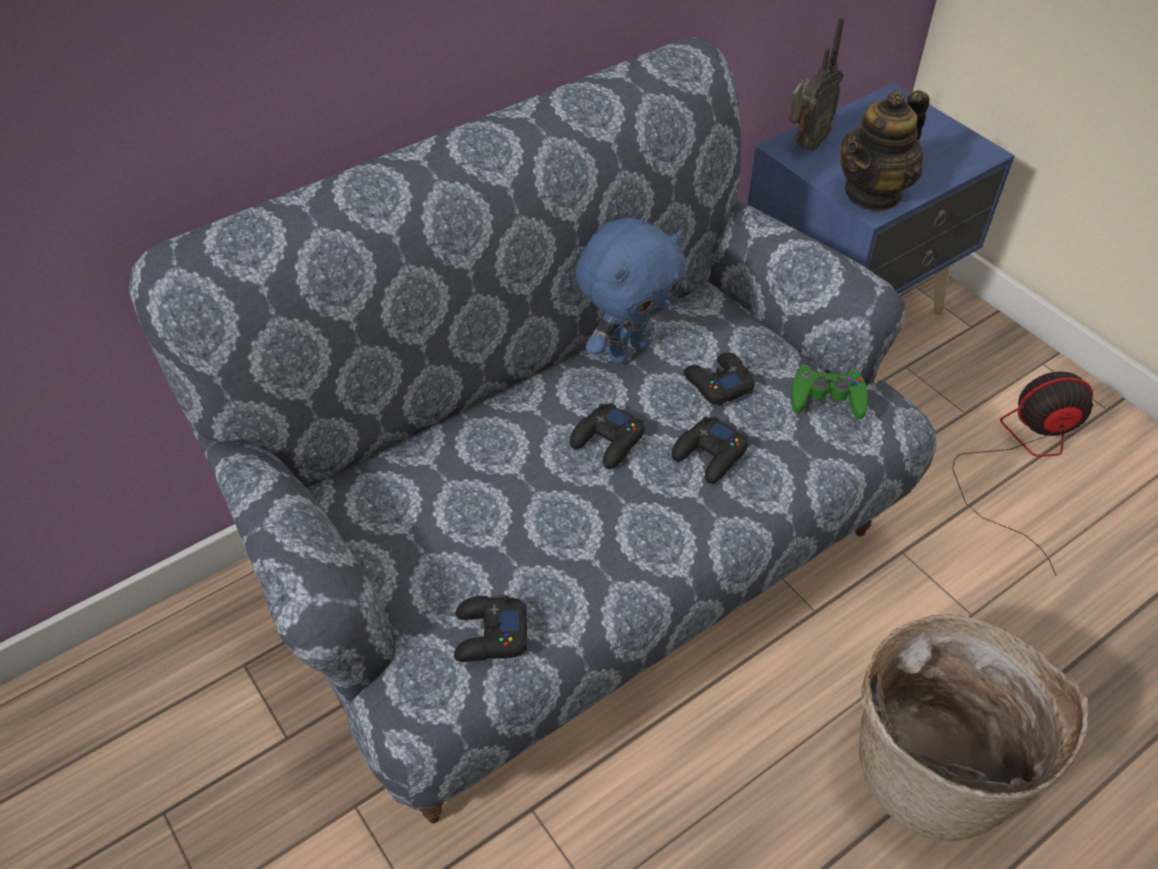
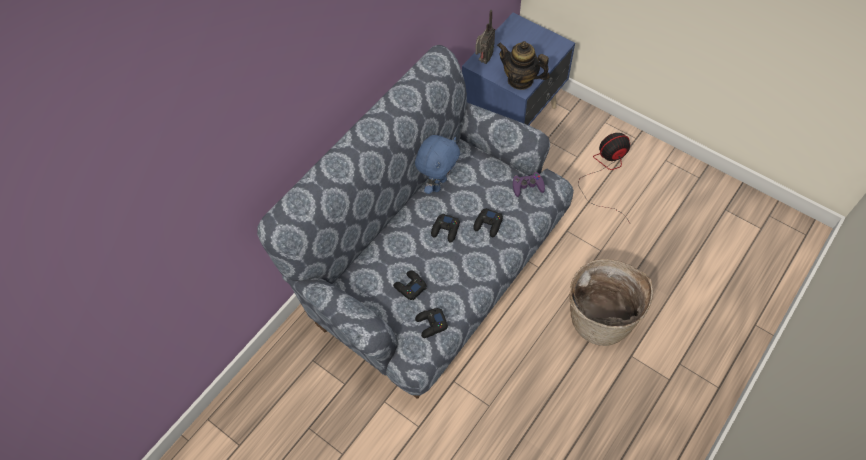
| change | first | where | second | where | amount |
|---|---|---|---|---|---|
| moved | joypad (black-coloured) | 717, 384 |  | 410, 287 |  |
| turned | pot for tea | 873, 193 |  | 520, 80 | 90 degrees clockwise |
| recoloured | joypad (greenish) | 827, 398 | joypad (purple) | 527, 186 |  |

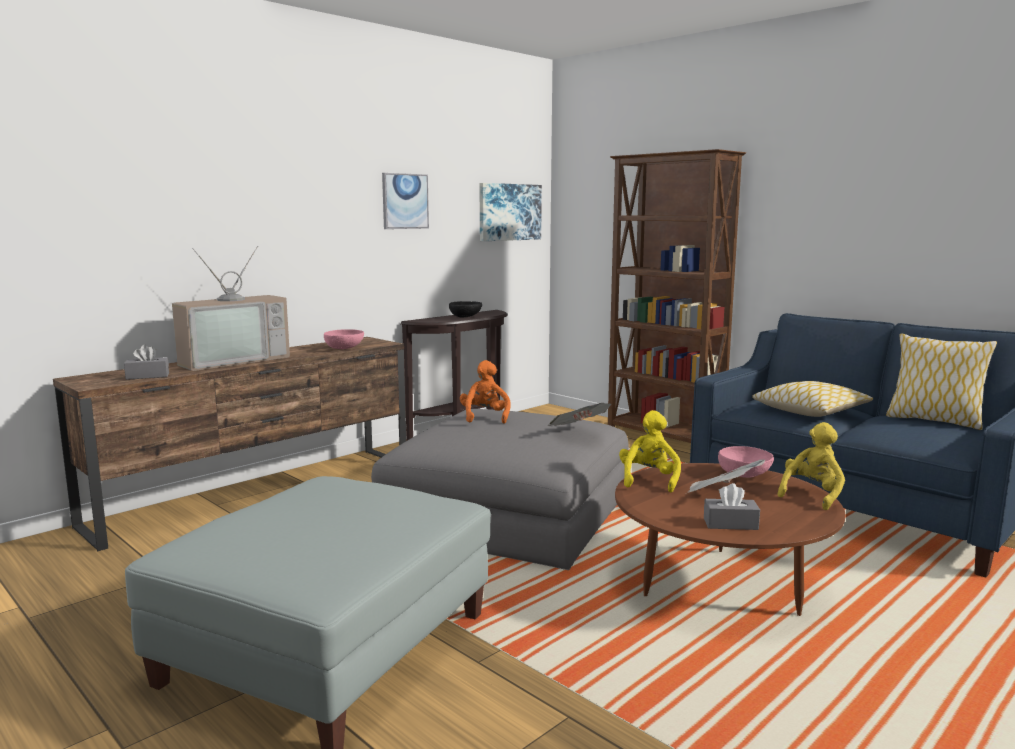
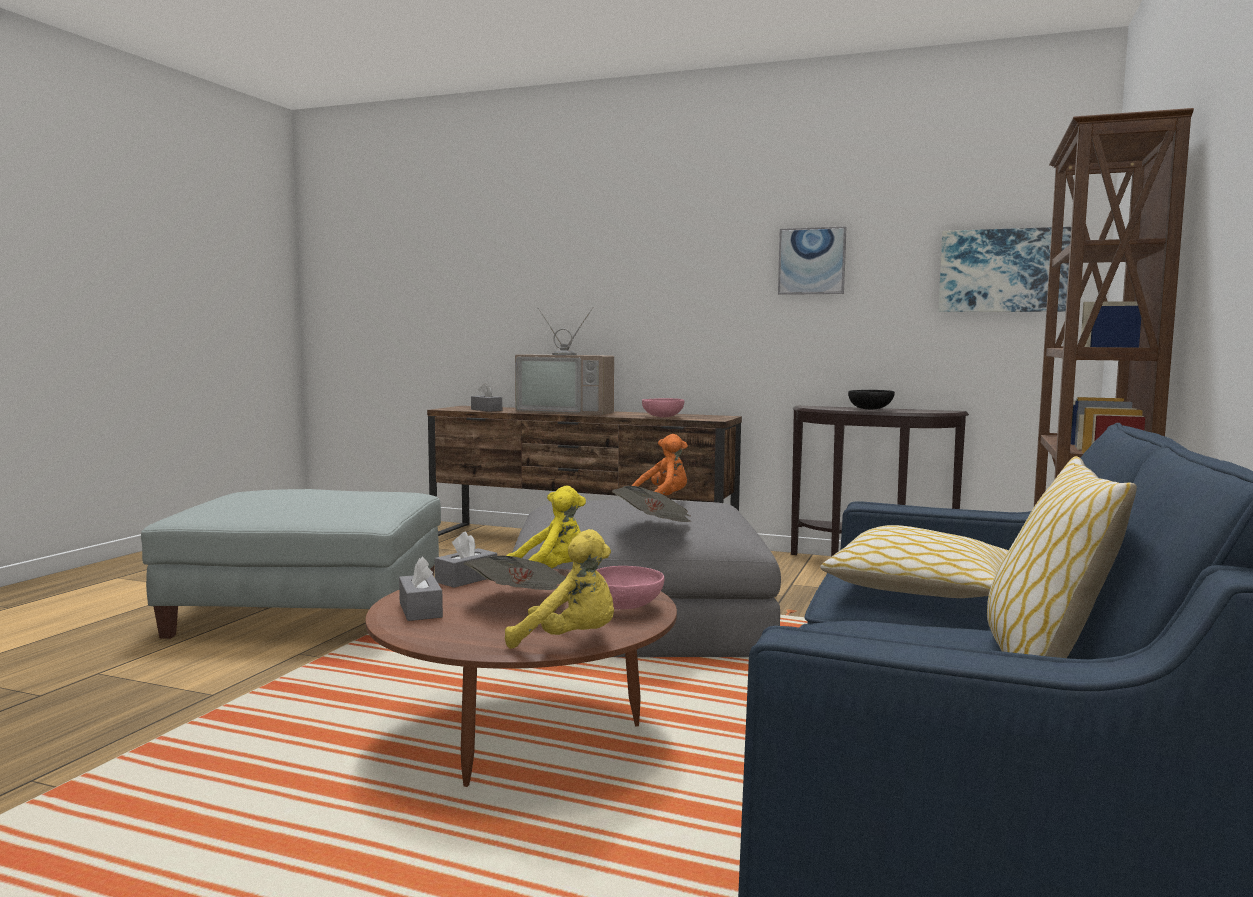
| change | first | where | second | where | amount |
|---|---|---|---|---|---|
| added |  |  | tissue box (gray) | 466, 579 |  |

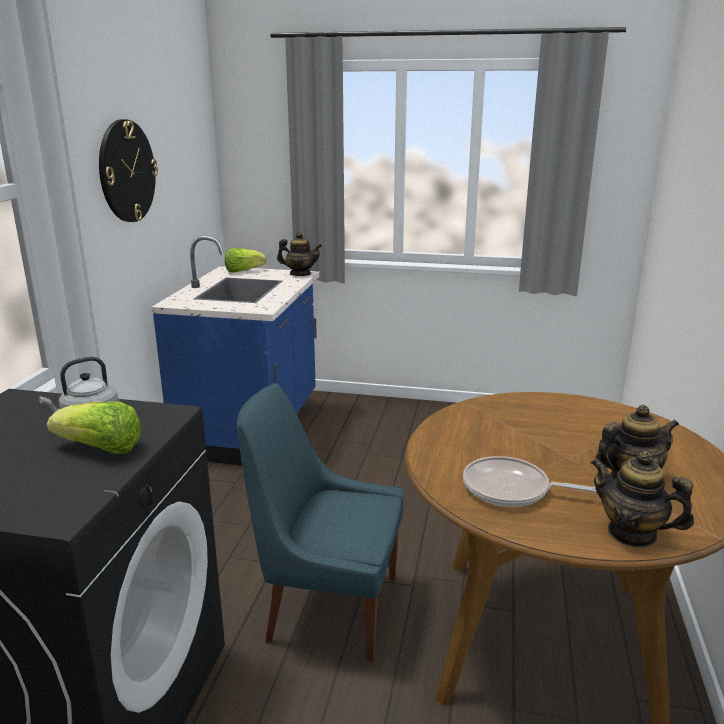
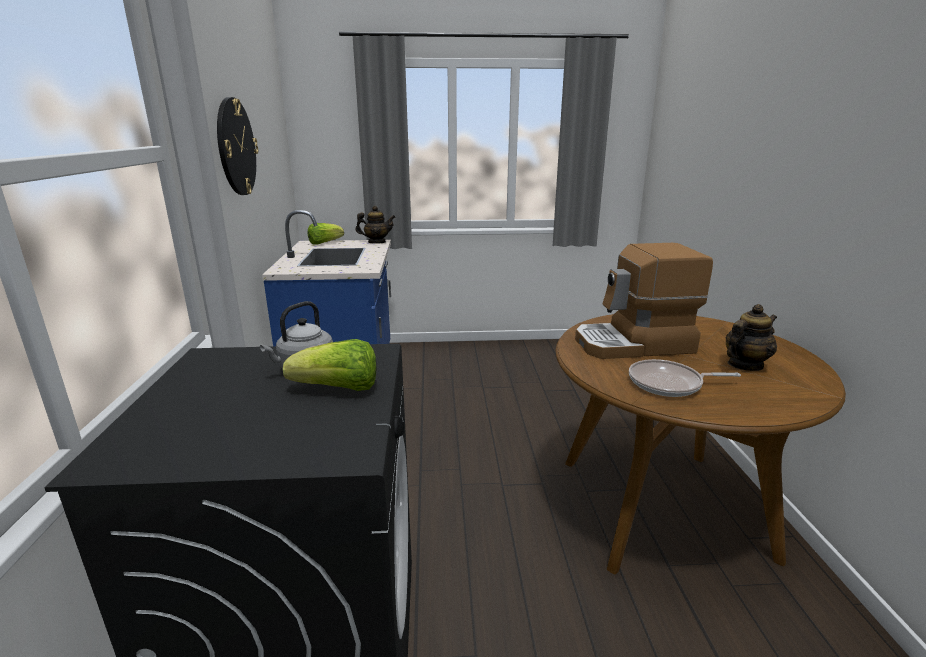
| change | first | where | second | where | amount |
|---|---|---|---|---|---|
| added |  |  | coffee maker | 634, 344 |  |
| removed | upright chair (blue-coloured) | 327, 607 |  |  |  |
| removed | pot for tea | 632, 534 |  |  |  |

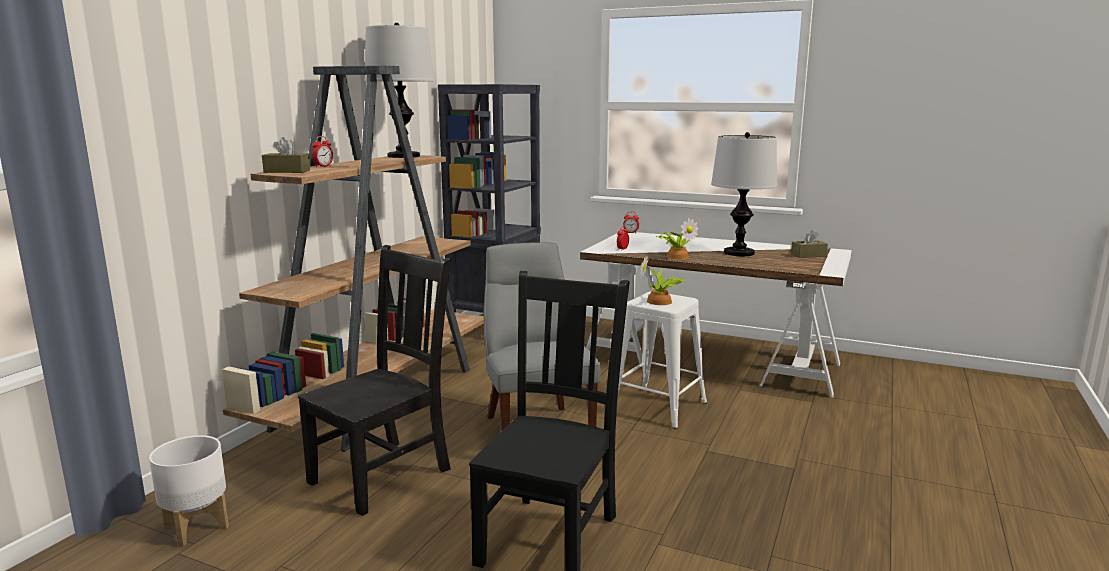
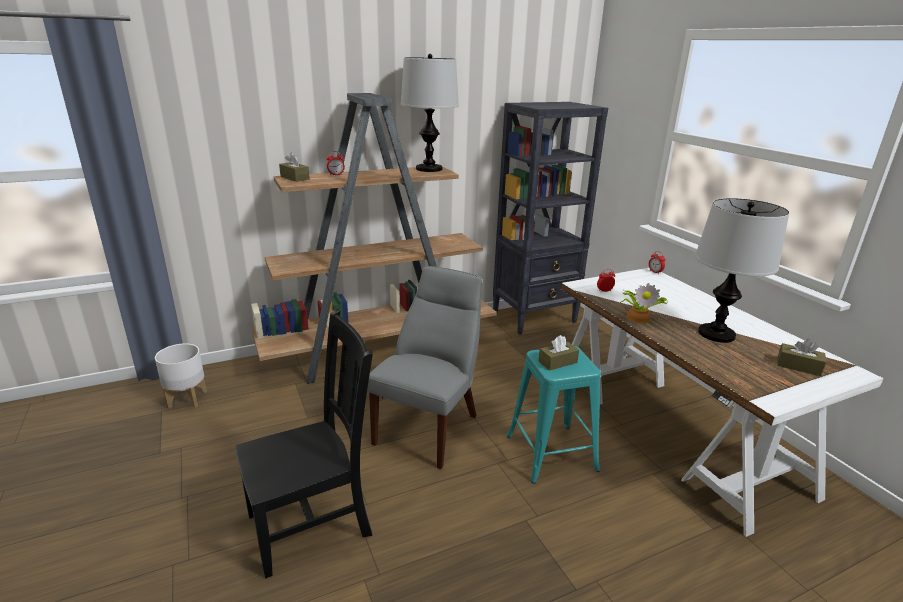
| change | first | where | second | where | amount |
|---|---|---|---|---|---|
| recoloured | stool (white) | 658, 406 | stool (blue-green) | 551, 452 |  |
| replaced | houseplant | 660, 302 | tissue box (brown) | 557, 362 |  |
| removed | upright chair (black-coloured) | 384, 474 |  |  |  |

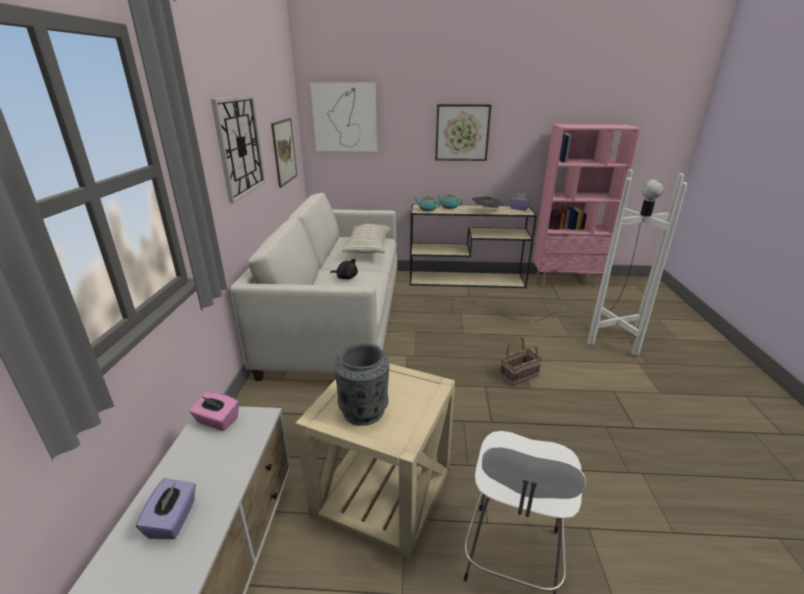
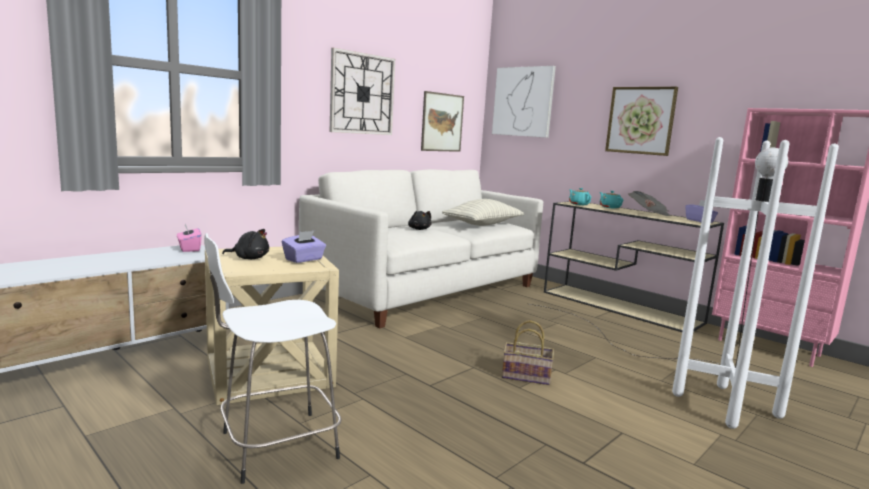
| change | first | where | second | where | amount |
|---|---|---|---|---|---|
| replaced | vase (gray) | 363, 410 | plush toy (black-coloured) | 249, 258 |  |
| moved | tissue box (purple) | 173, 519 |  | 304, 259 |  |

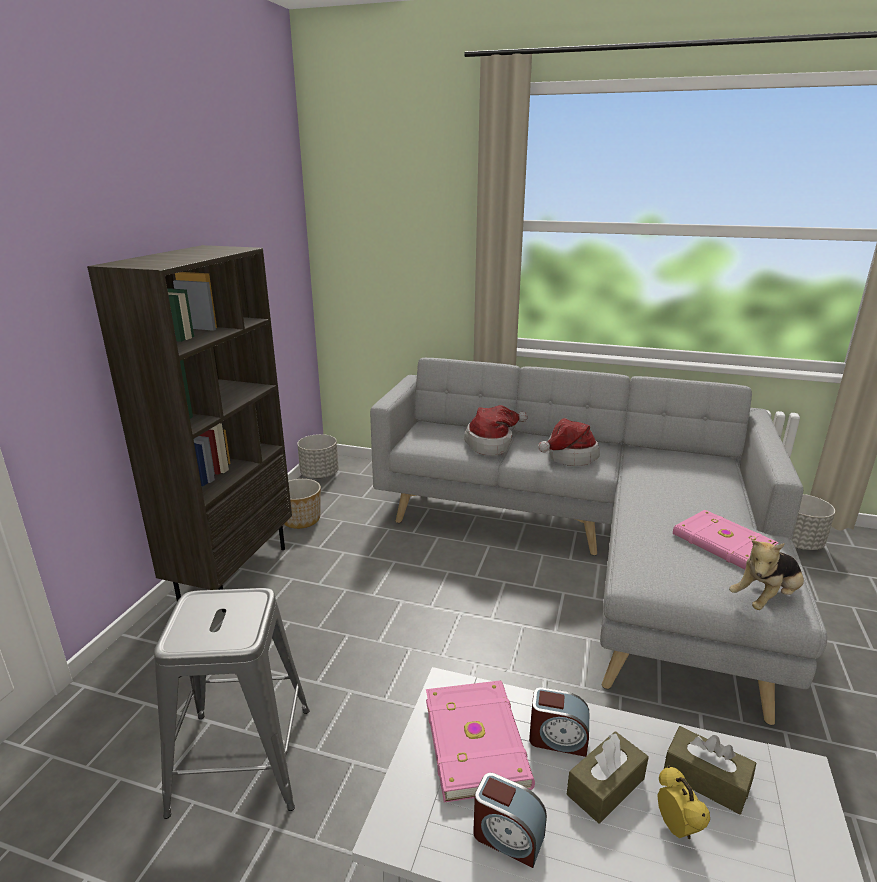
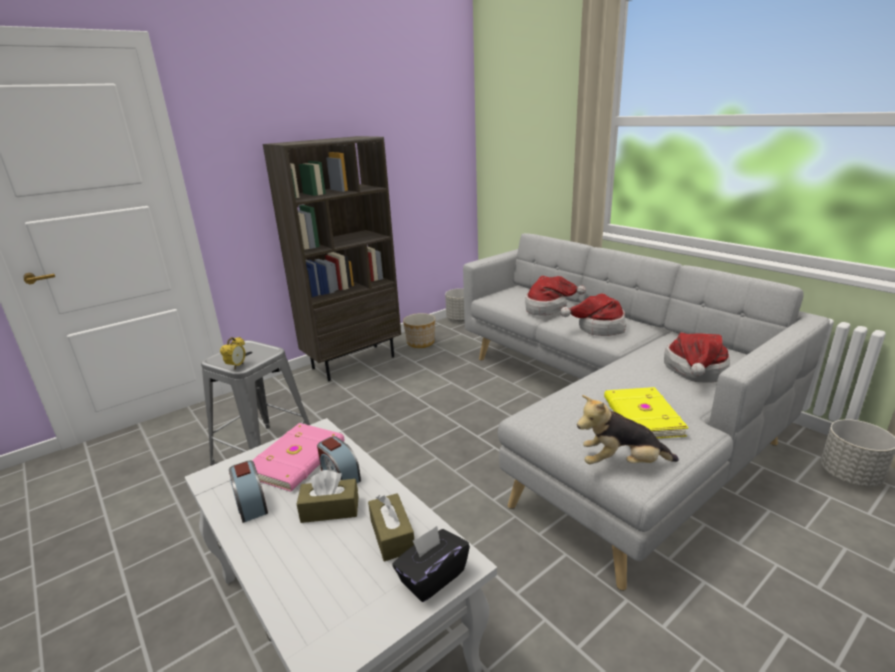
| change | first | where | second | where | amount |
|---|---|---|---|---|---|
| moved | alarm clock | 676, 828 |  | 237, 366 |  |
| added |  |  | tissue box (black-coloured) | 432, 577 |  |
| recoloured | volume (pink-coloured) | 722, 544 | volume (yellowish) | 641, 417 |  |
| added |  |  | clothing hat | 694, 372 |  |

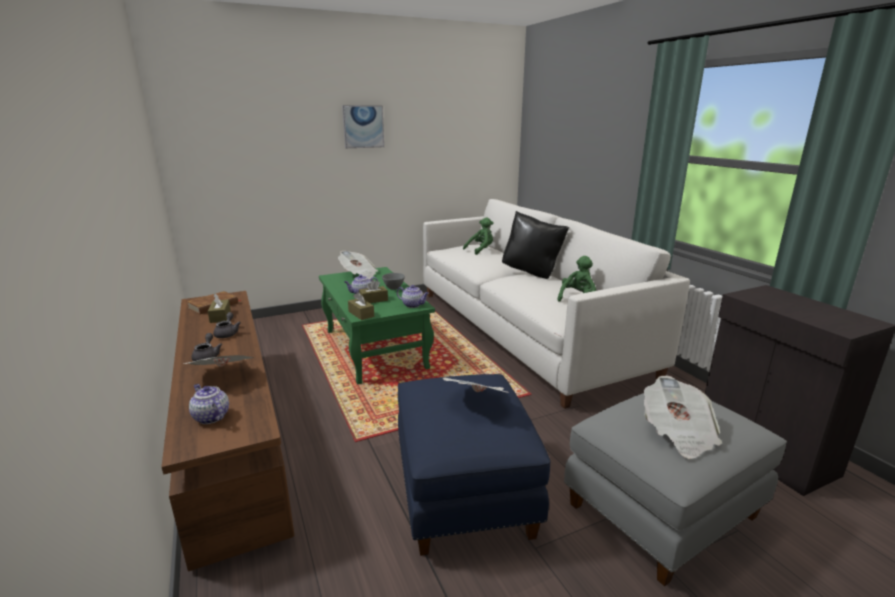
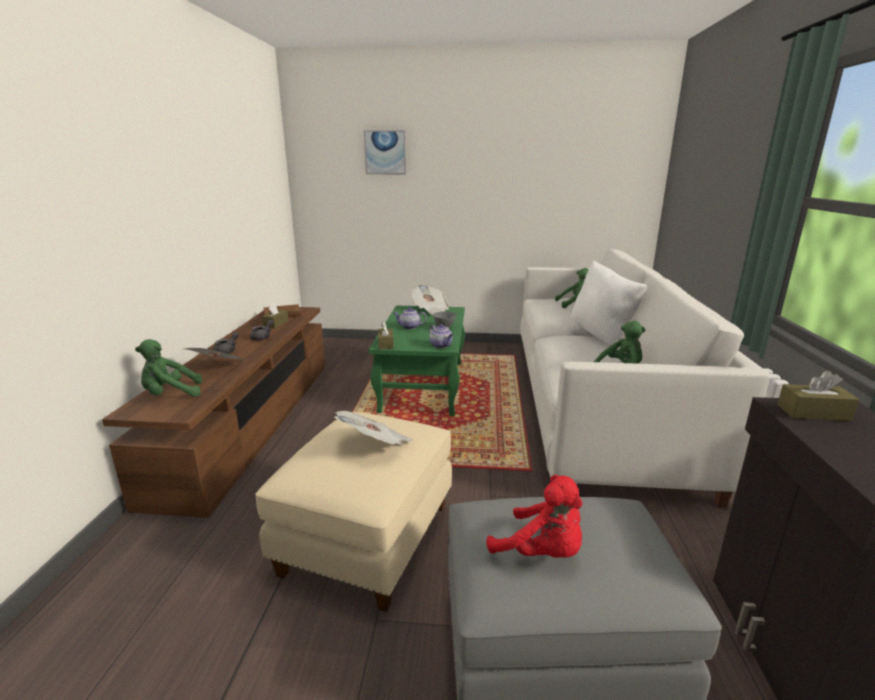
| change | first | where | second | where | amount |
|---|---|---|---|---|---|
| replaced | pot for tea | 210, 417 | plush toy (greenish) | 171, 394 |  |
| recoloured | ottoman (blue-coloured) | 462, 491 | ottoman (beige-coloured) | 366, 537 |  |
| moved | wall picture | 363, 126 |  | 385, 152 |  |
| replaced | newspaper | 678, 433 | plush toy (red) | 541, 552 |  |
| recoloured | pillow (black-coloured) | 532, 273 | pillow (white) | 601, 336 |  |
| moved | tissue box (brown) | 373, 300 |  | 813, 413 |  |

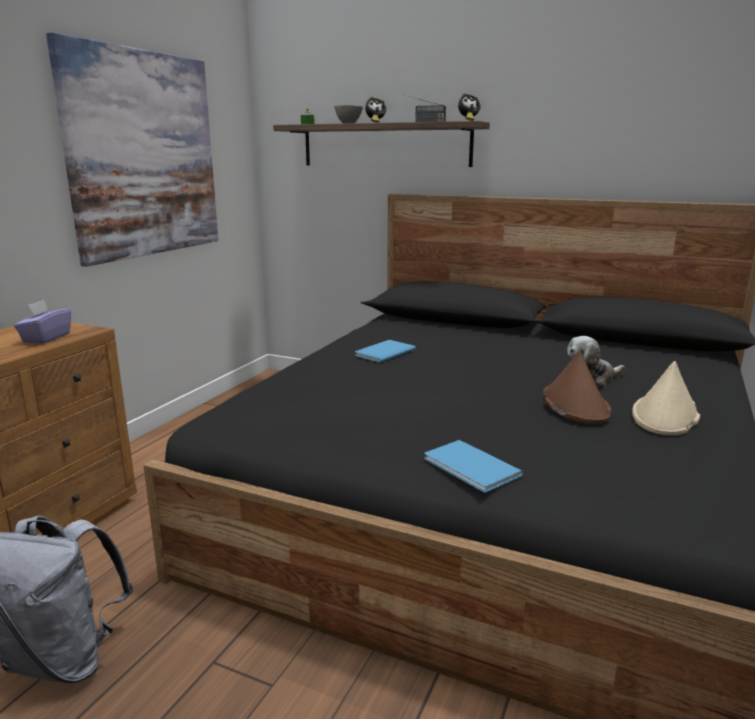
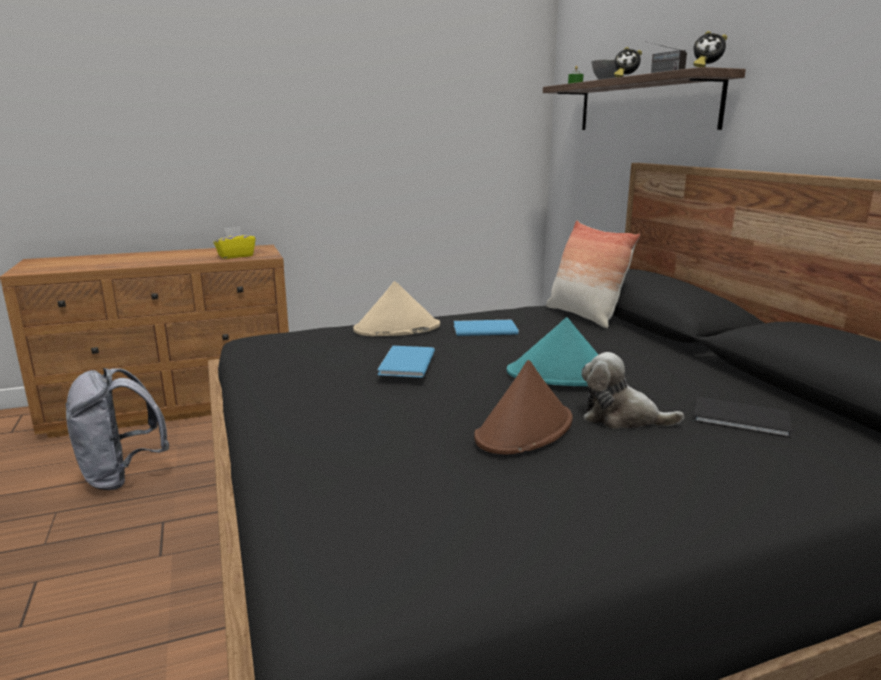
| change | first | where | second | where | amount |
|---|---|---|---|---|---|
| recoloured | tissue box (purple) | 46, 338 | tissue box (yellowish) | 235, 256 |  |
| moved | clothing hat (beige-coloured) | 665, 415 |  | 396, 328 |  |
| moved | volume (blue-coloured) | 471, 468 |  | 404, 363 |  |
| added |  |  | clothing hat (blue-green) | 561, 376 |  |
| added |  |  | pillow | 584, 316 |  |
| added |  |  | volume (black-coloured) | 743, 420 |  |
| removed | wall picture | 144, 155 |  |  |  |

